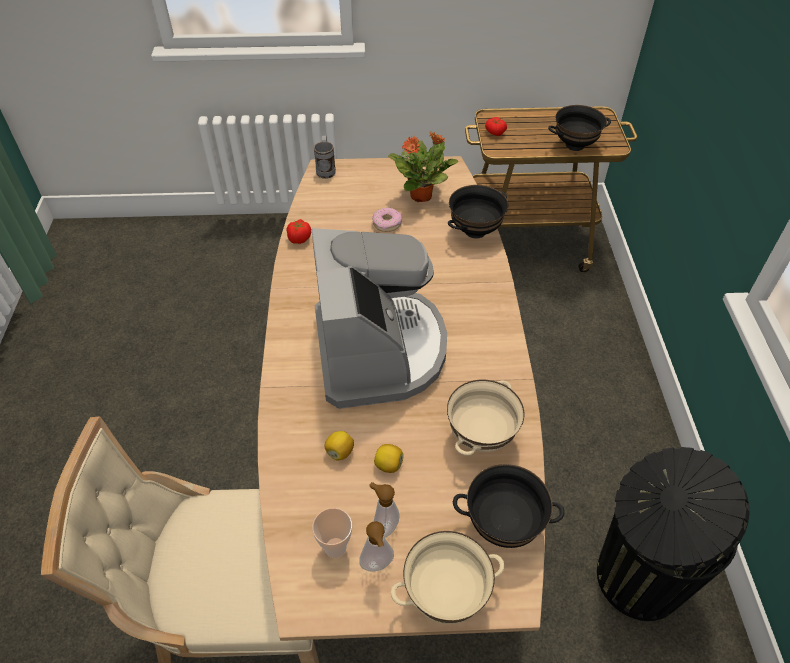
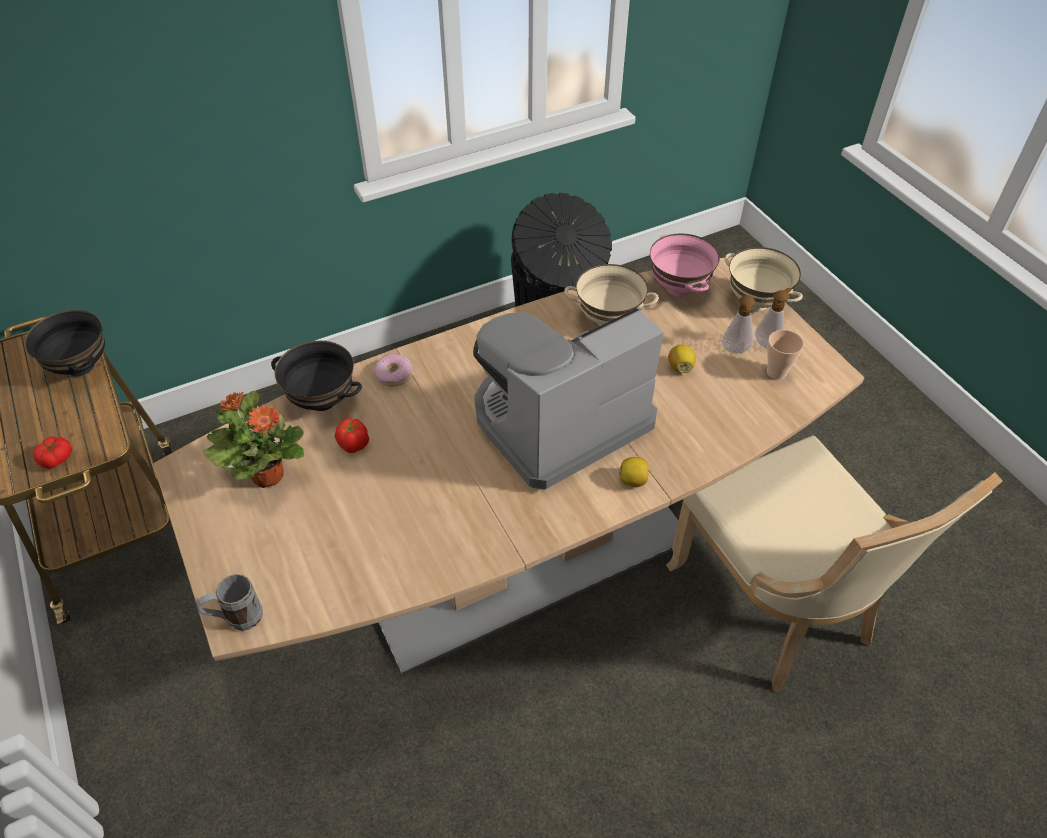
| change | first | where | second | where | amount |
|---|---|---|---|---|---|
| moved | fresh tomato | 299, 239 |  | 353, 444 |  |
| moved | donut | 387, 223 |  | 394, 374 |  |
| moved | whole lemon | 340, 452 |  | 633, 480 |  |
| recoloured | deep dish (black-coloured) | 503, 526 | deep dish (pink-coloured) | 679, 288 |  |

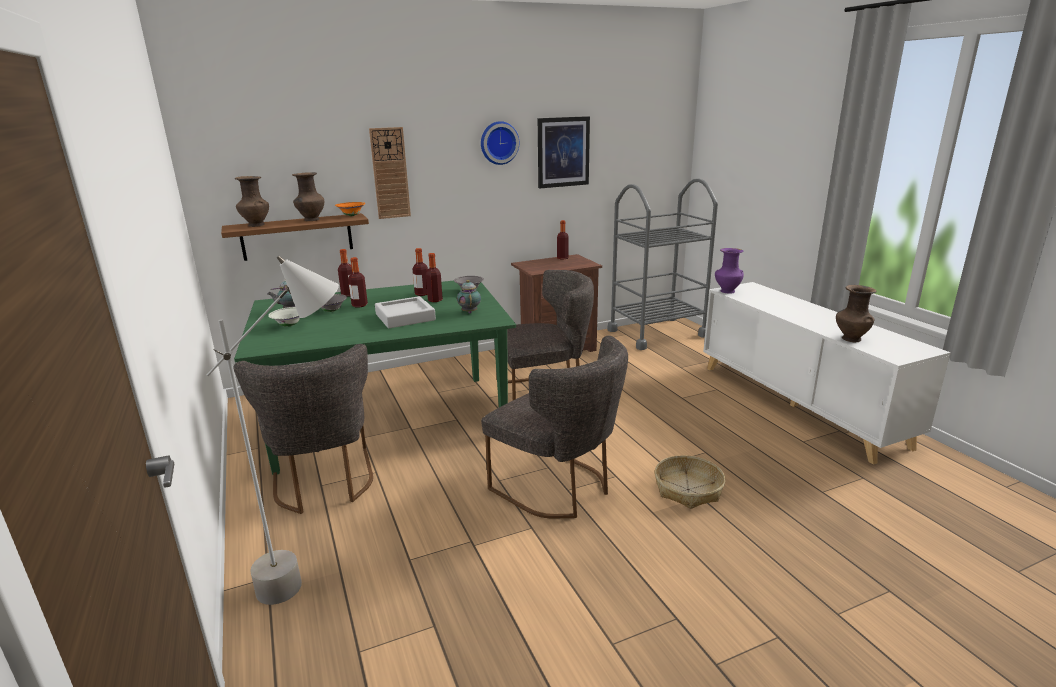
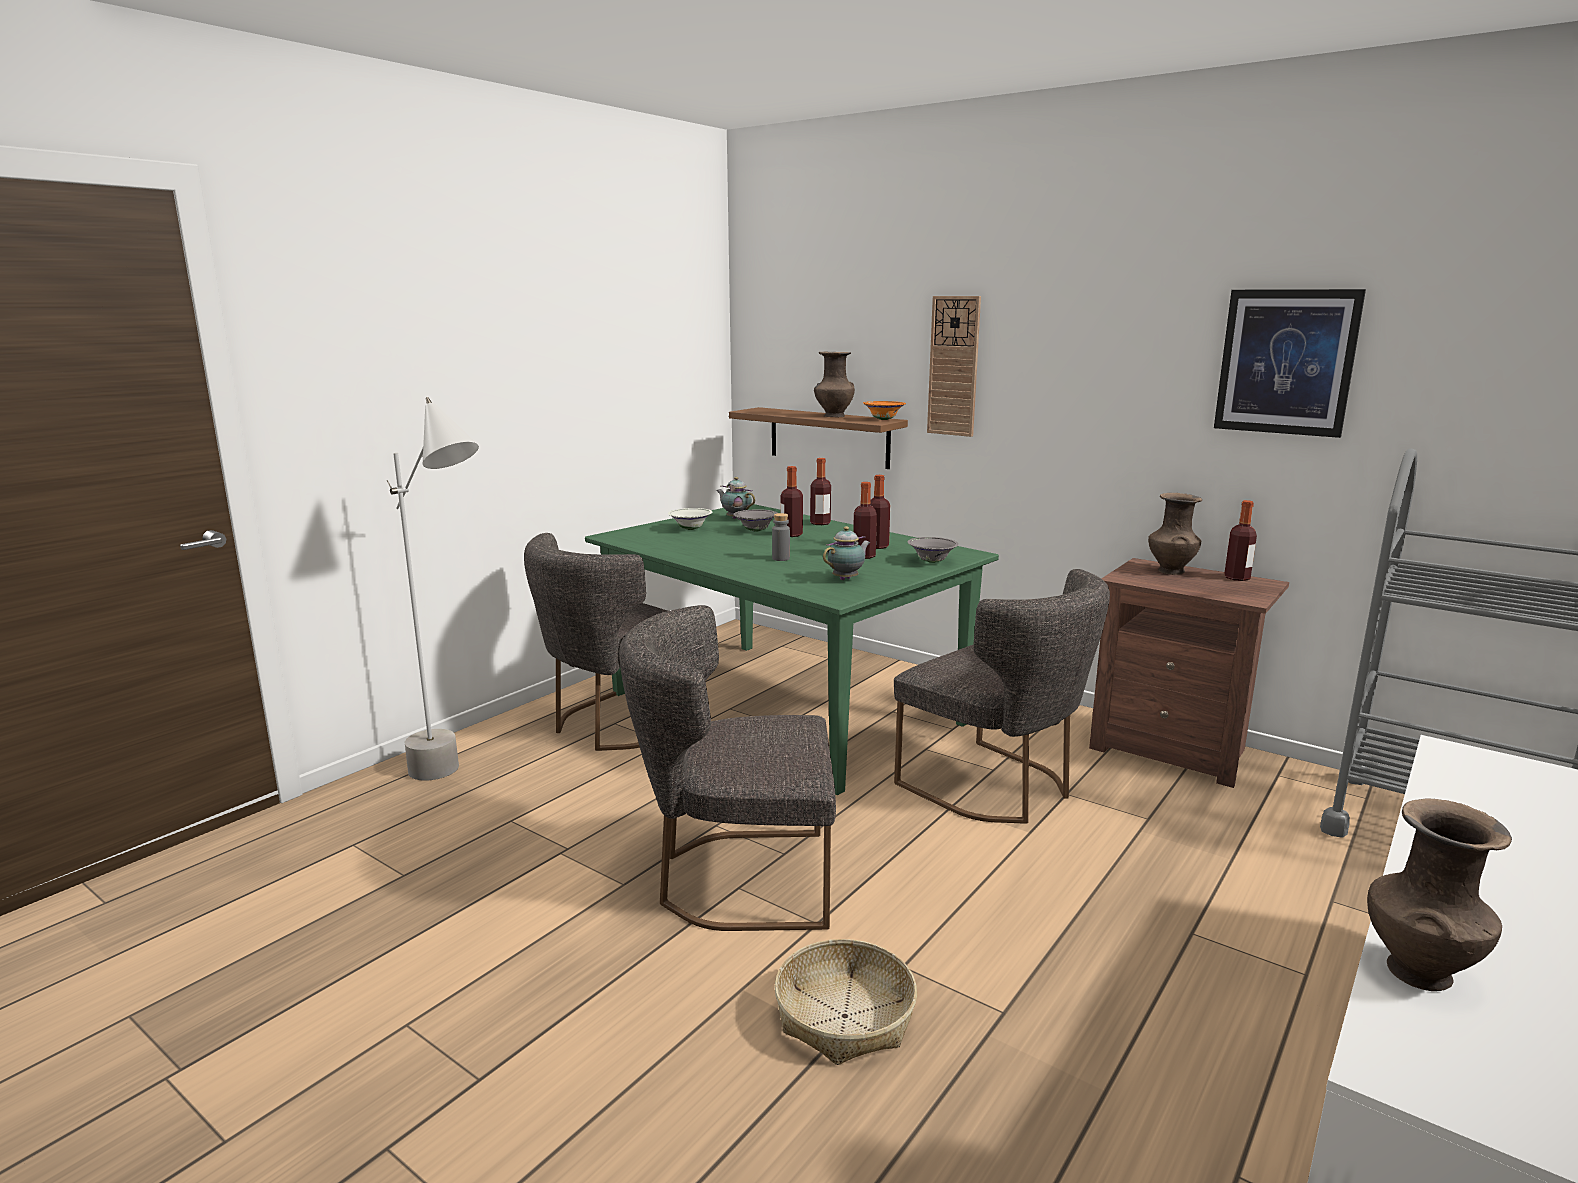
| change | first | where | second | where | amount |
|---|---|---|---|---|---|
| turned | upright chair (gray) | 559, 488 |  | 735, 879 | 75 degrees clockwise |
| replaced | serving tray (gray) | 405, 317 | bottle (gray) | 781, 558 |  |
| moved | vase (brown) | 255, 225 |  | 1170, 571 |  |
| removed | clock on the wall | 498, 143 |  |  |  |
| removed | vase (purple) | 726, 291 |  |  |  |

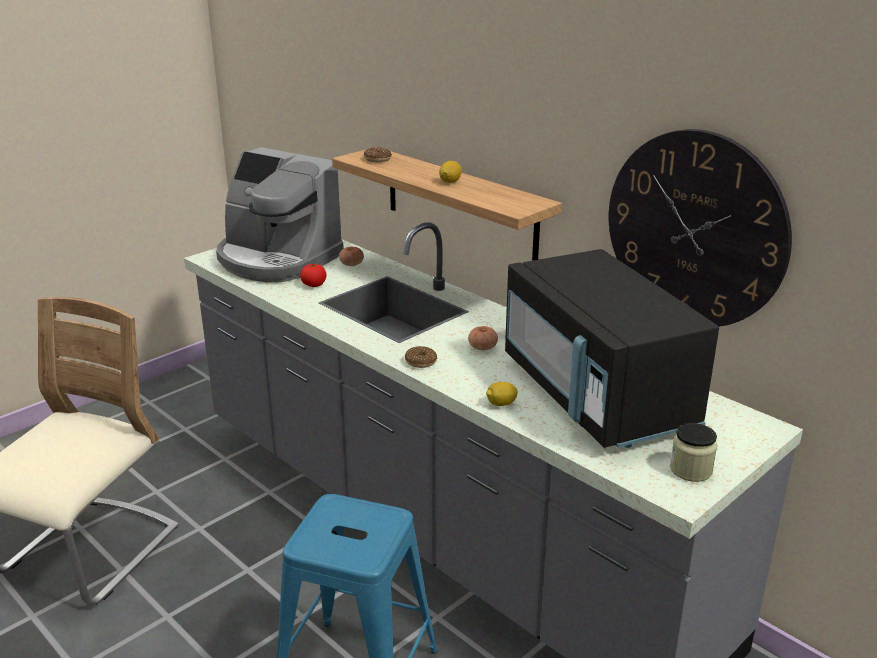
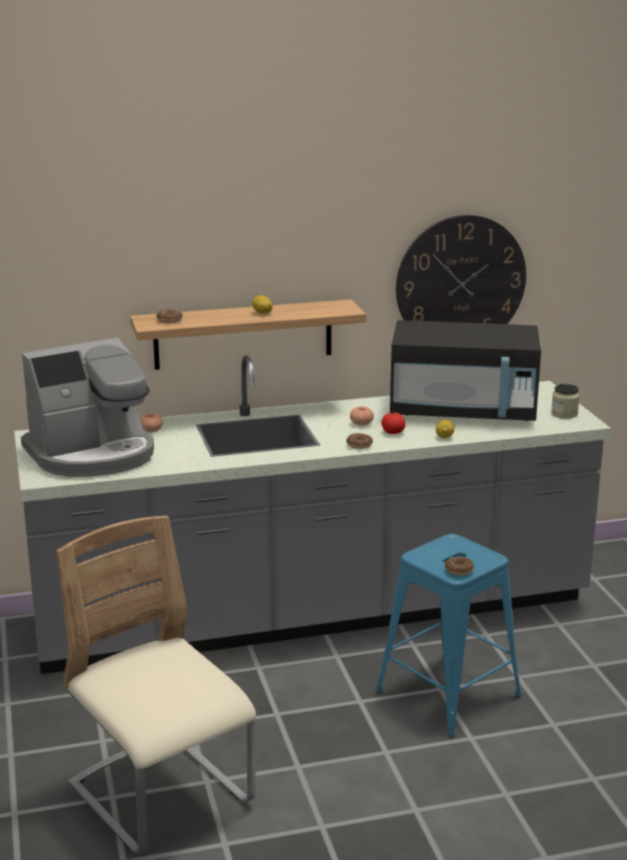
| change | first | where | second | where | amount |
|---|---|---|---|---|---|
| moved | fresh tomato | 313, 285 |  | 393, 432 |  |
| added |  |  | donut | 459, 570 |  |

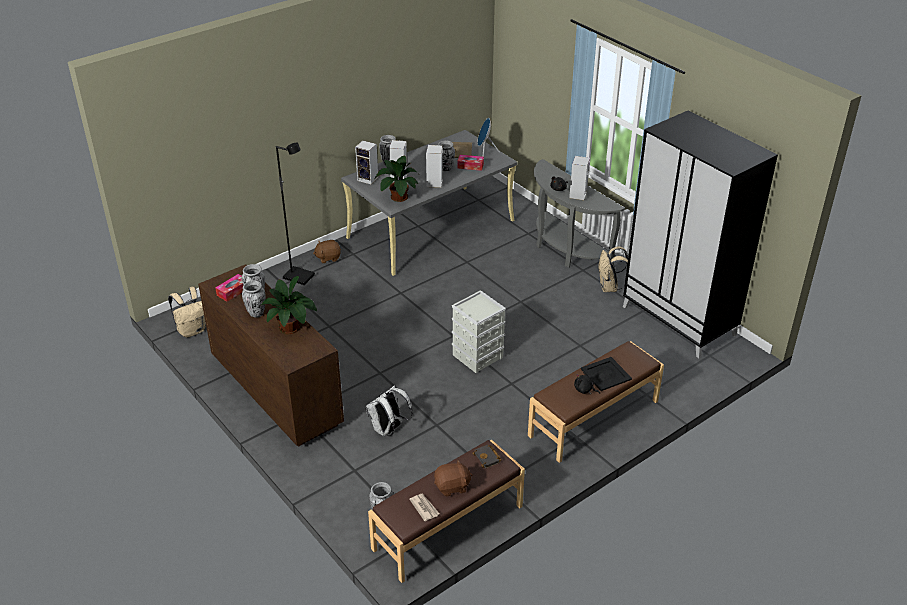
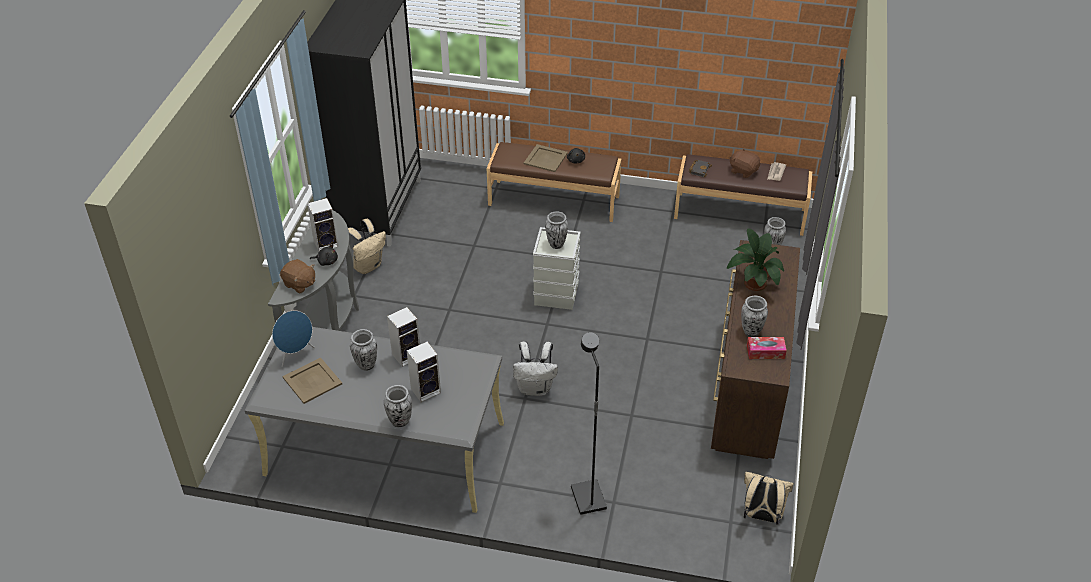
| change | first | where | second | where | amount |
|---|---|---|---|---|---|
| moved | plush toy (brown) | 328, 257 |  | 299, 284 |  |
| moved | rucksack (white) | 388, 430 |  | 535, 388 |  |
| recoloured | serving tray (black-coloured) | 606, 374 | serving tray (beige-coloured) | 546, 158 |  |
| moved | vase | 256, 313 |  | 556, 244 |  |
| removed | speaker | 368, 179 |  |  |  |
| removed | houseplant | 398, 197 |  |  |  |
| removed | tissue box | 470, 166 |  |  |  |

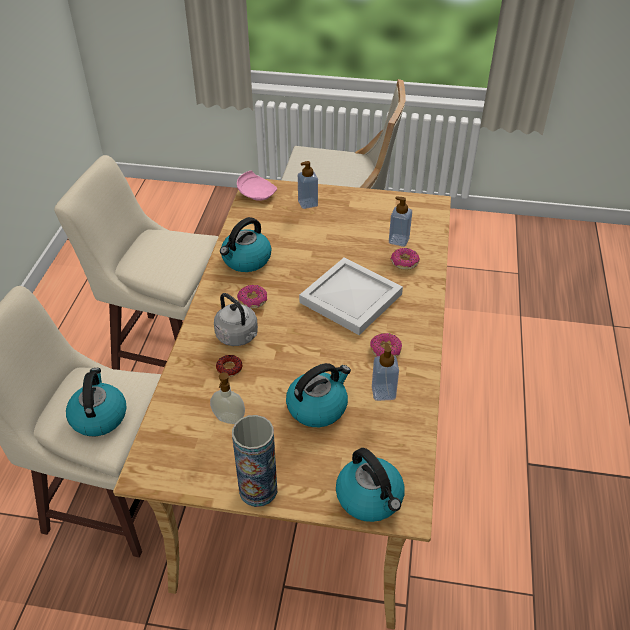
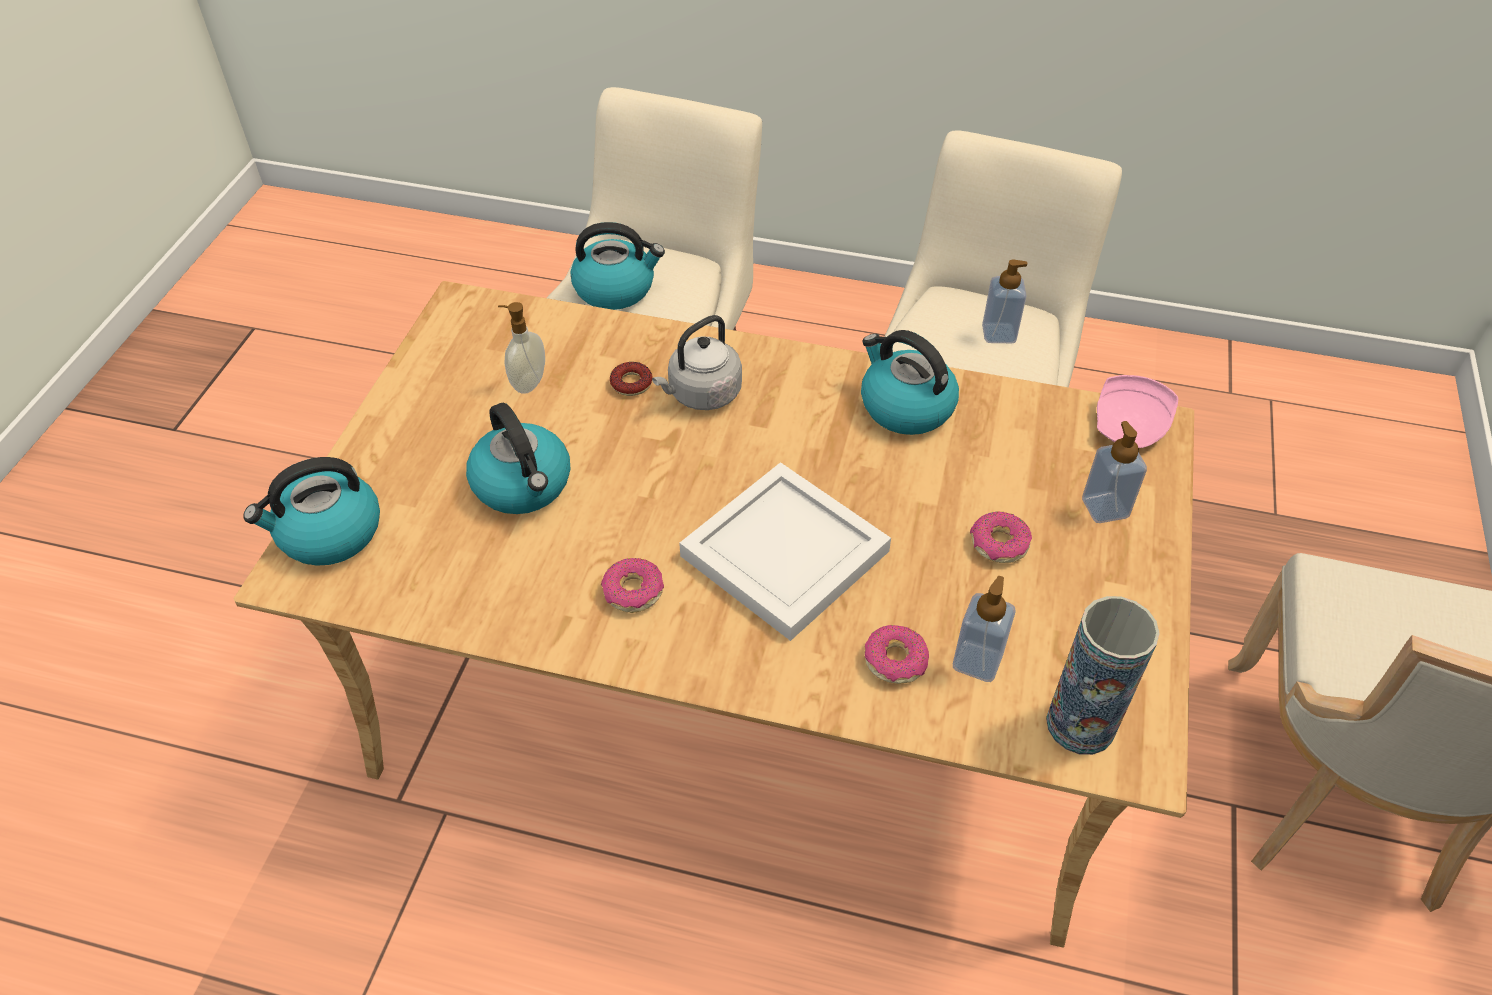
| change | first | where | second | where | amount |
|---|---|---|---|---|---|
| moved | donut | 252, 301 |  | 999, 544 |  |
| moved | liquid soap bottle | 383, 392 |  | 998, 334 |  |
| moved | vase | 258, 490 |  | 1080, 724 |  |

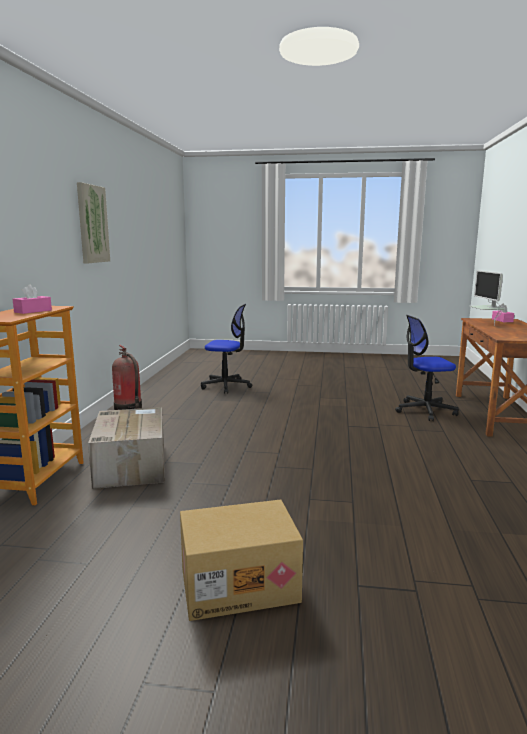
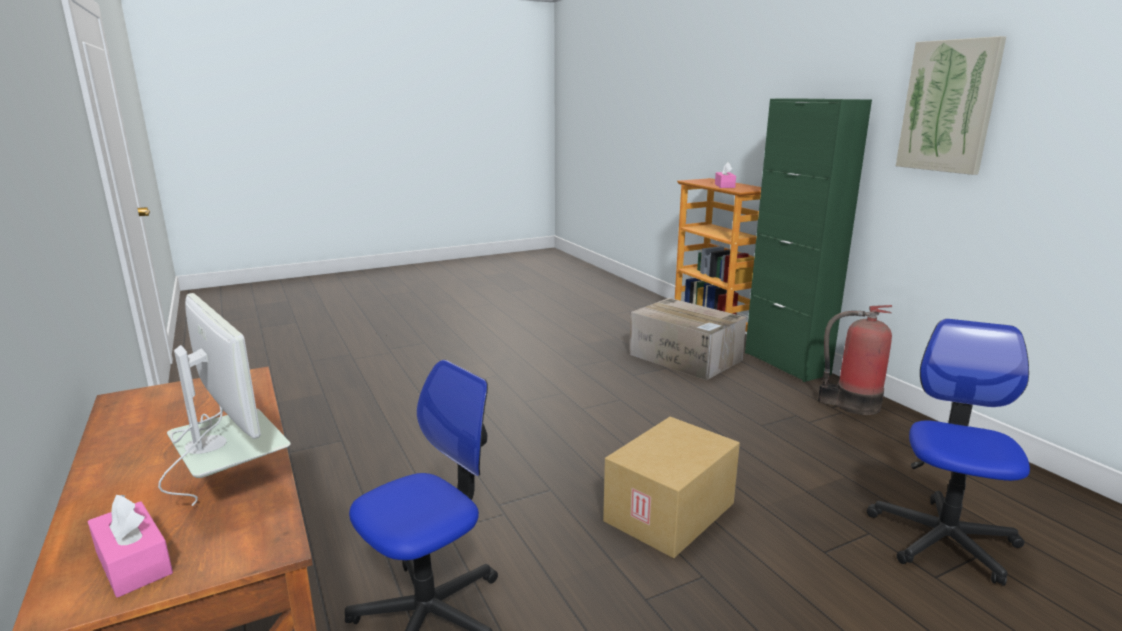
| change | first | where | second | where | amount |
|---|---|---|---|---|---|
| moved | packing box | 239, 584 |  | 670, 513 |  |
| added |  |  | cupboard (greenish) | 786, 363 |  |
| turned | office chair | 226, 386 |  | 943, 539 | 135 degrees clockwise |

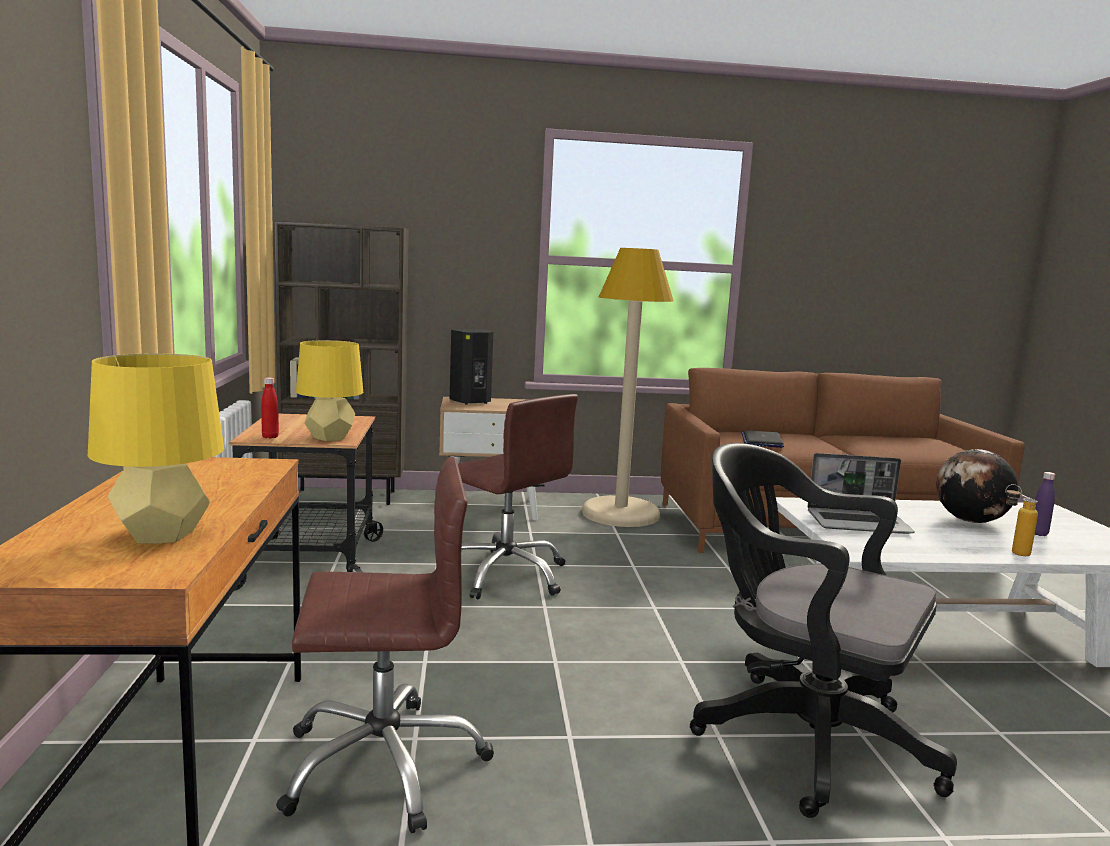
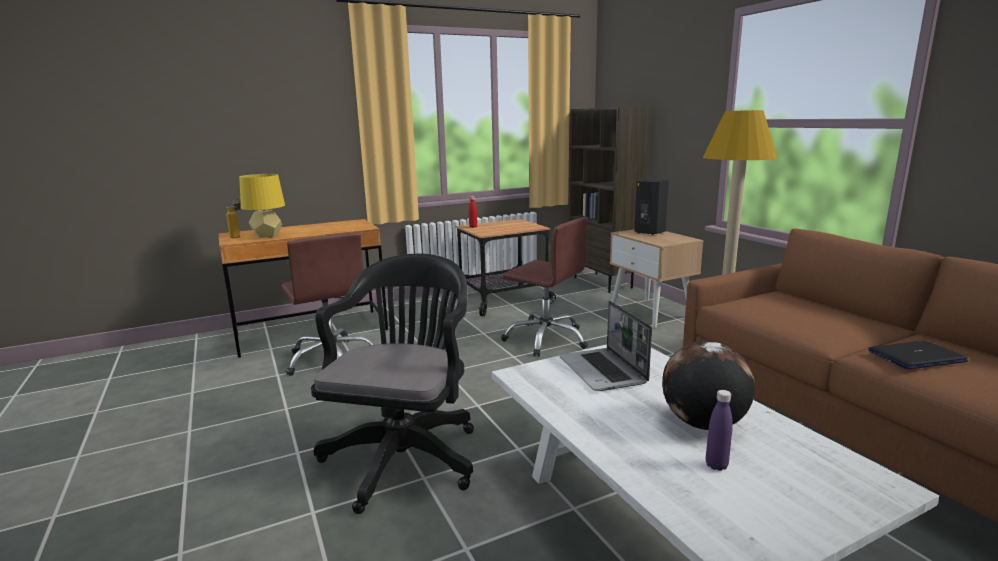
| change | first | where | second | where | amount |
|---|---|---|---|---|---|
| moved | bottle | 1013, 552 |  | 238, 236 |  |
| turned | office chair (brown) | 506, 574 |  | 546, 339 | 75 degrees counterclockwise |
| moved | laptop | 761, 440 |  | 916, 356 |  |
| removed | lamp for a table (yellowish) | 330, 437 |  |  |  |

